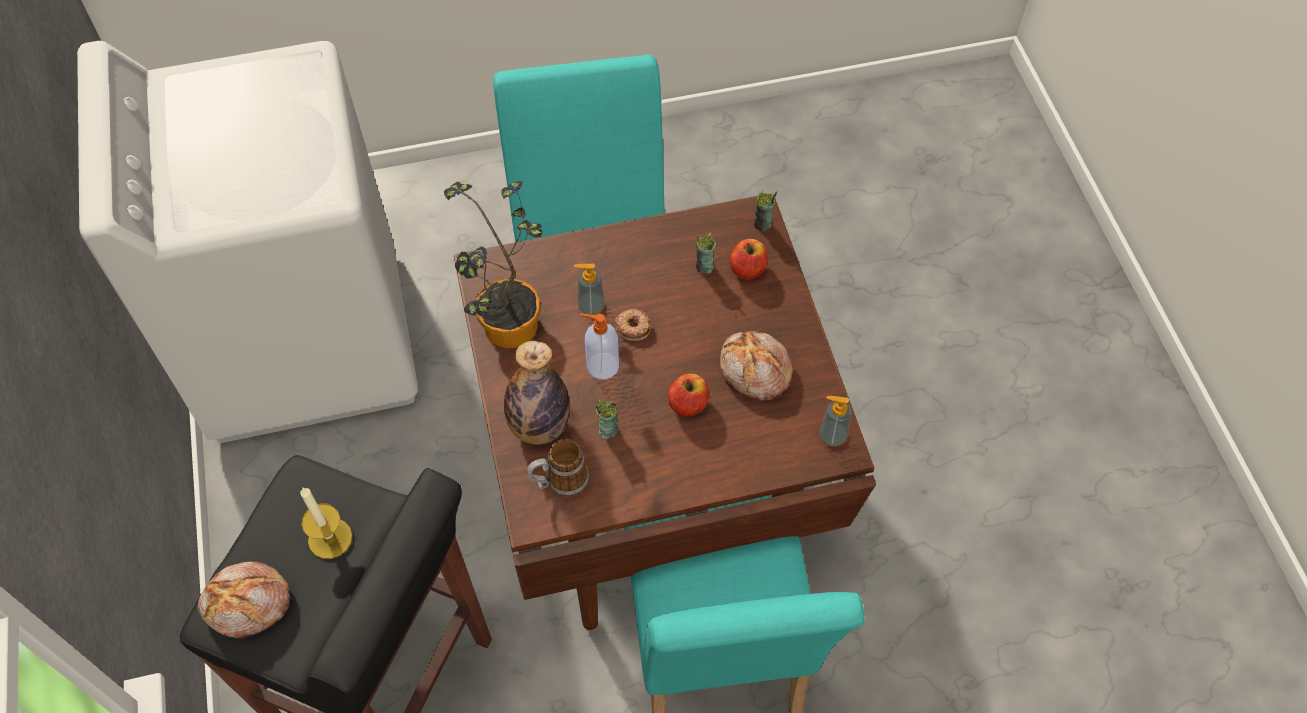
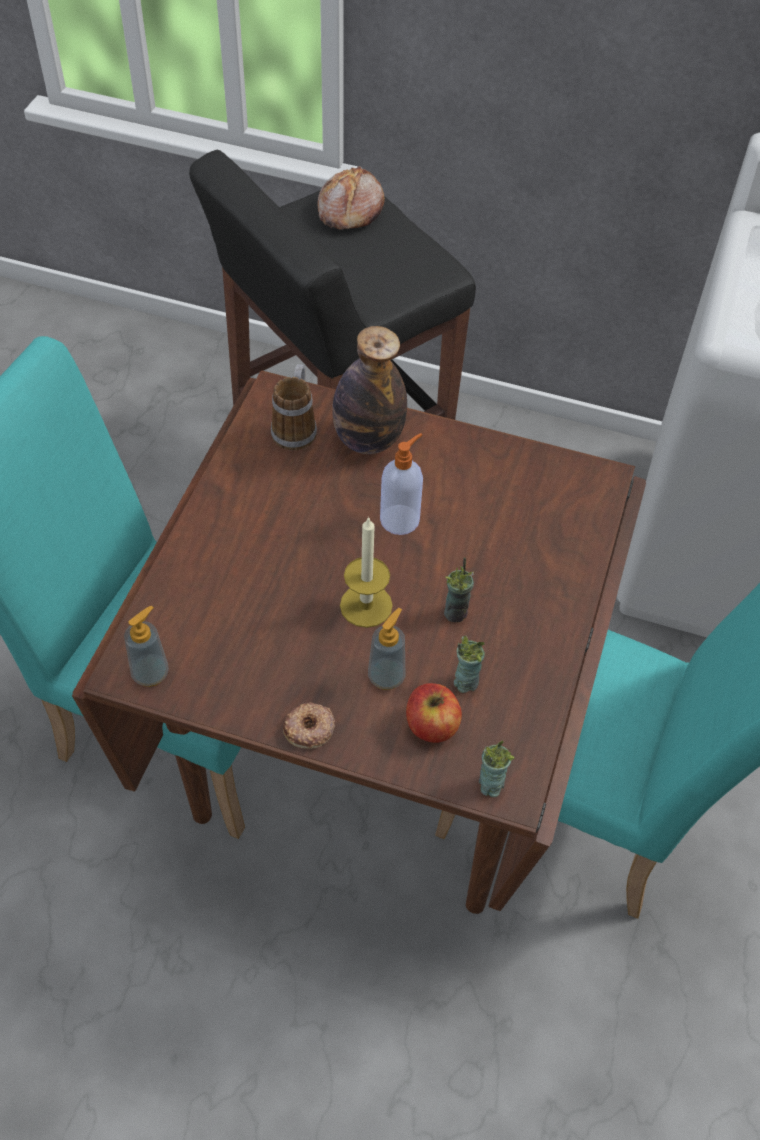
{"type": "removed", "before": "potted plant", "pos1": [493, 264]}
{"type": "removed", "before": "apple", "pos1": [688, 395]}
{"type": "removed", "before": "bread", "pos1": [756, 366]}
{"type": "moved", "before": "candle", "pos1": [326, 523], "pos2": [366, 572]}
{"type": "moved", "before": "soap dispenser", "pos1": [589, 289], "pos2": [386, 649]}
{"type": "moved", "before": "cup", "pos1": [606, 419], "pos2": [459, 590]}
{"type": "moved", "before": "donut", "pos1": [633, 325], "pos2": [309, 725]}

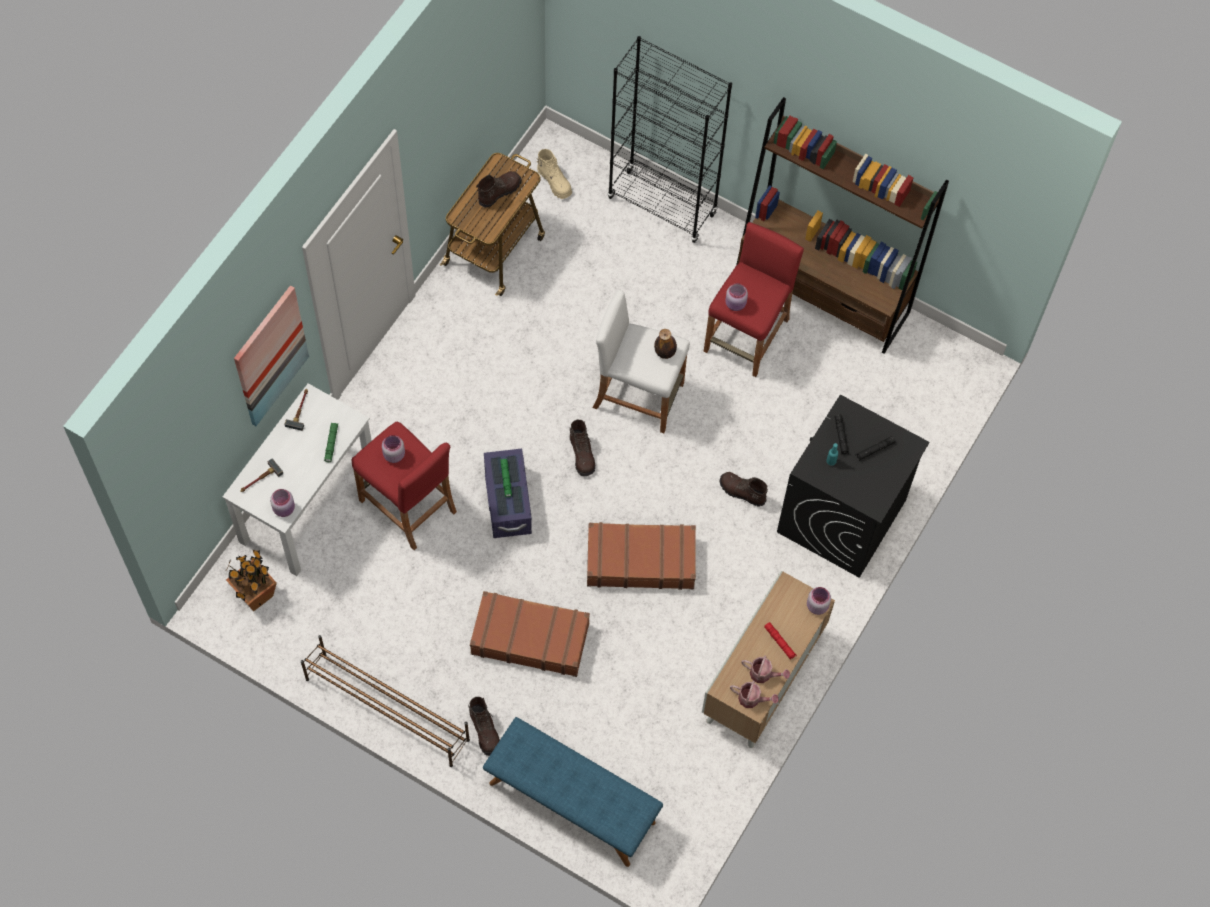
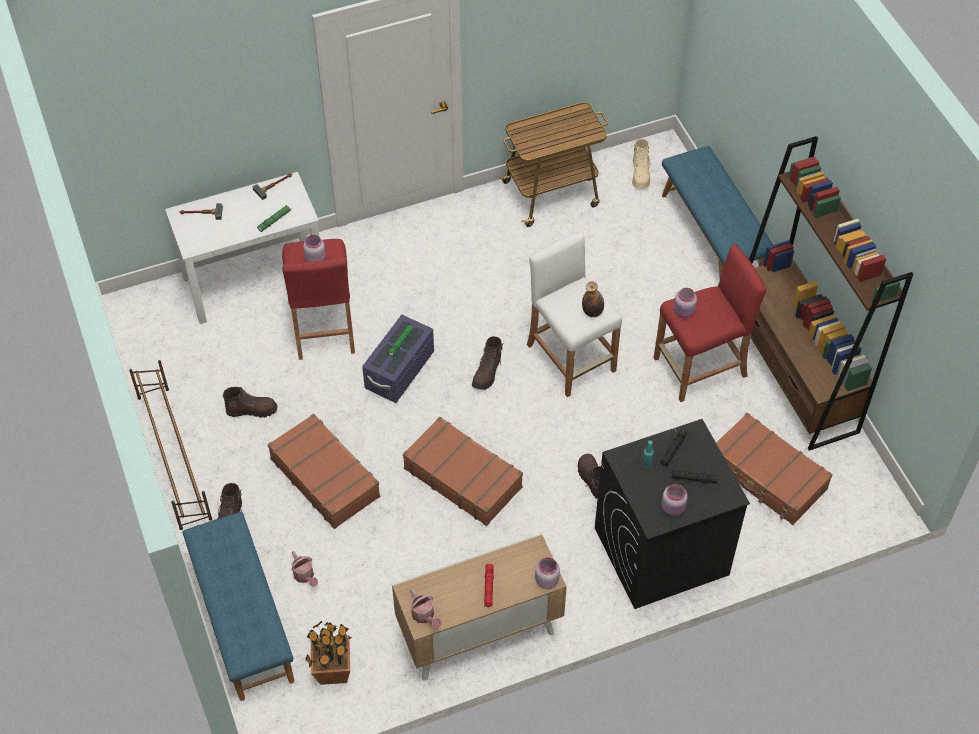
{"type": "removed", "before": "picture", "pos1": [271, 355]}
{"type": "added", "after": "brown suitcase", "pos2": [774, 469]}
{"type": "moved", "before": "potted plant", "pos1": [251, 580], "pos2": [328, 653]}
{"type": "moved", "before": "pink jar", "pos1": [282, 503], "pos2": [675, 500]}
{"type": "moved", "before": "brown boot", "pos1": [499, 189], "pos2": [250, 402]}
{"type": "moved", "before": "watering can", "pos1": [766, 669], "pos2": [304, 569]}
{"type": "replaced", "before": "black bookcase", "after": "blue bench", "pos1": [670, 139], "pos2": [717, 212]}

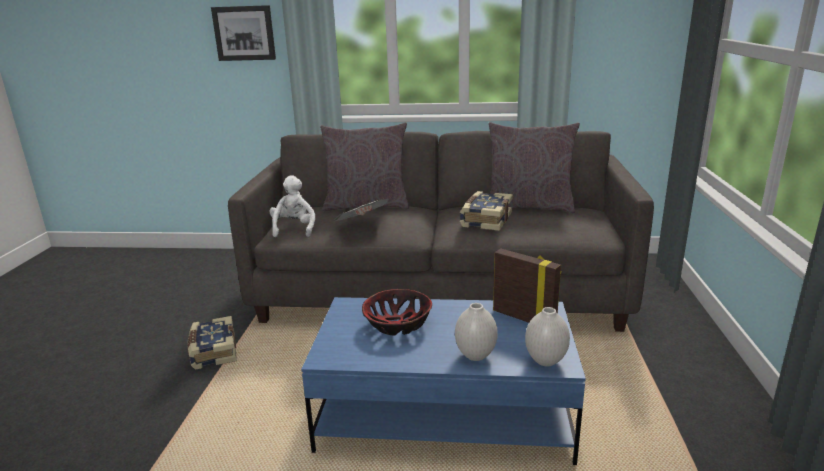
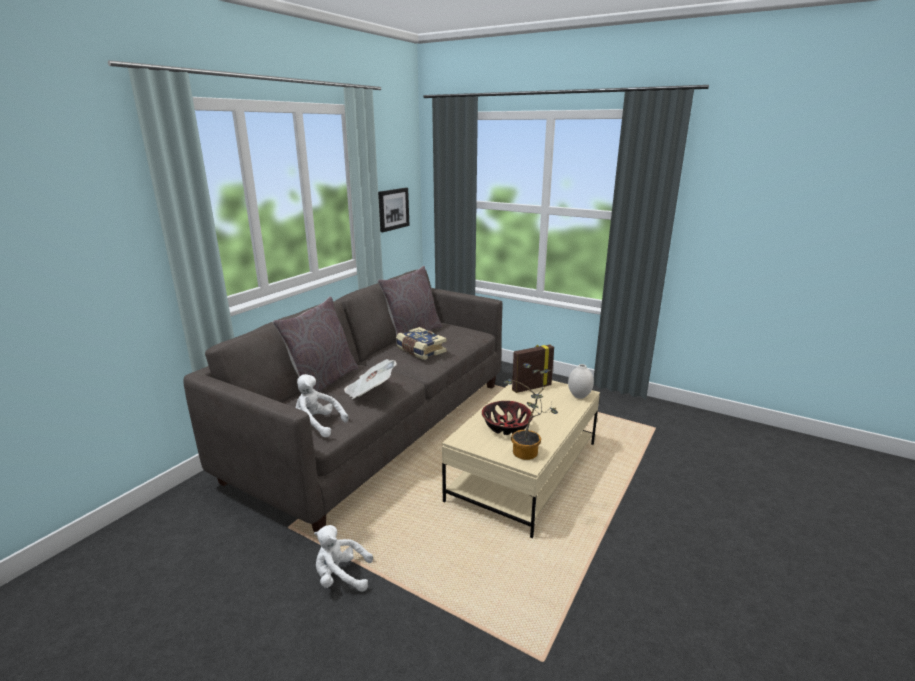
{"type": "removed", "before": "white vase", "pos1": [476, 332]}
{"type": "added", "after": "potted plant", "pos2": [531, 411]}
{"type": "moved", "before": "picture", "pos1": [243, 33], "pos2": [393, 210]}
{"type": "replaced", "before": "book", "after": "white plush toy", "pos1": [212, 343], "pos2": [343, 558]}
{"type": "recoloured", "before": "blue coffee table", "after": "beige coffee table", "pos1": [443, 381], "pos2": [521, 459]}

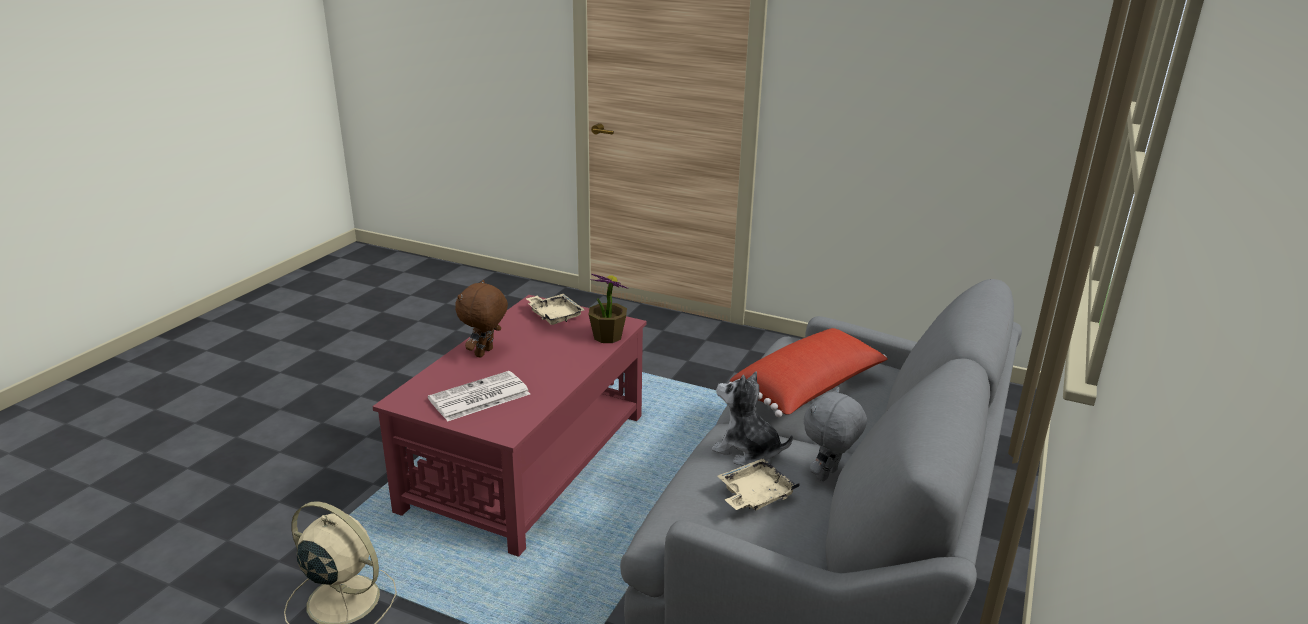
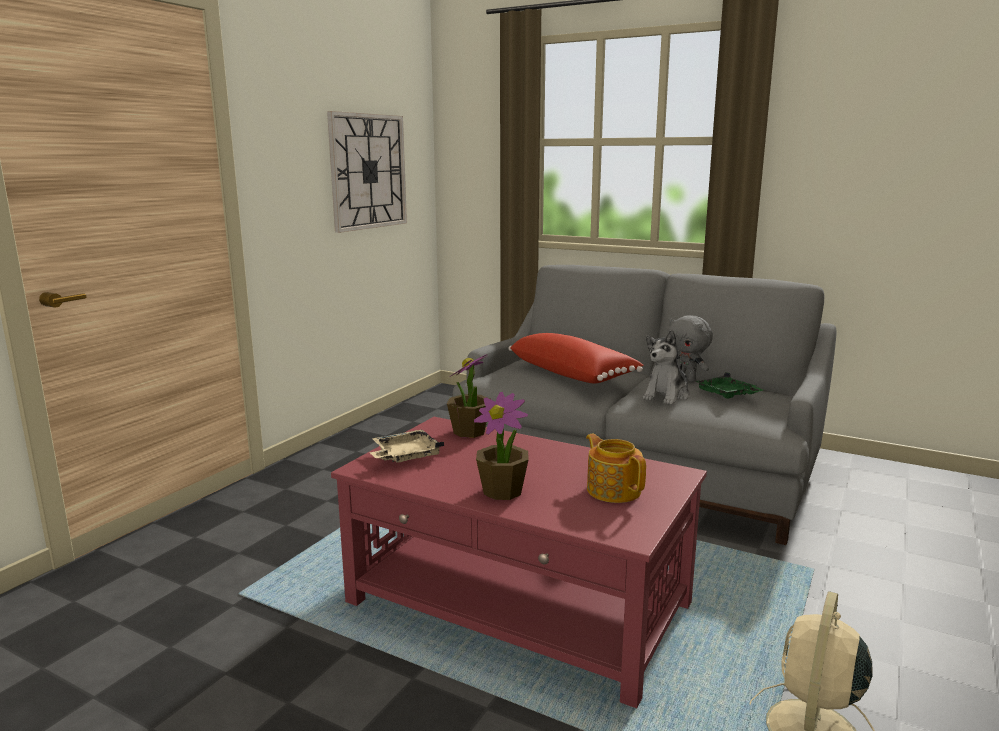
{"type": "added", "after": "wall clock", "pos2": [367, 172]}
{"type": "replaced", "before": "newspaper", "after": "teapot", "pos1": [479, 396], "pos2": [616, 468]}
{"type": "replaced", "before": "brown plush toy", "after": "potted plant", "pos1": [481, 319], "pos2": [501, 446]}
{"type": "recoloured", "before": "beige tray", "after": "green tray", "pos1": [759, 485], "pos2": [729, 385]}

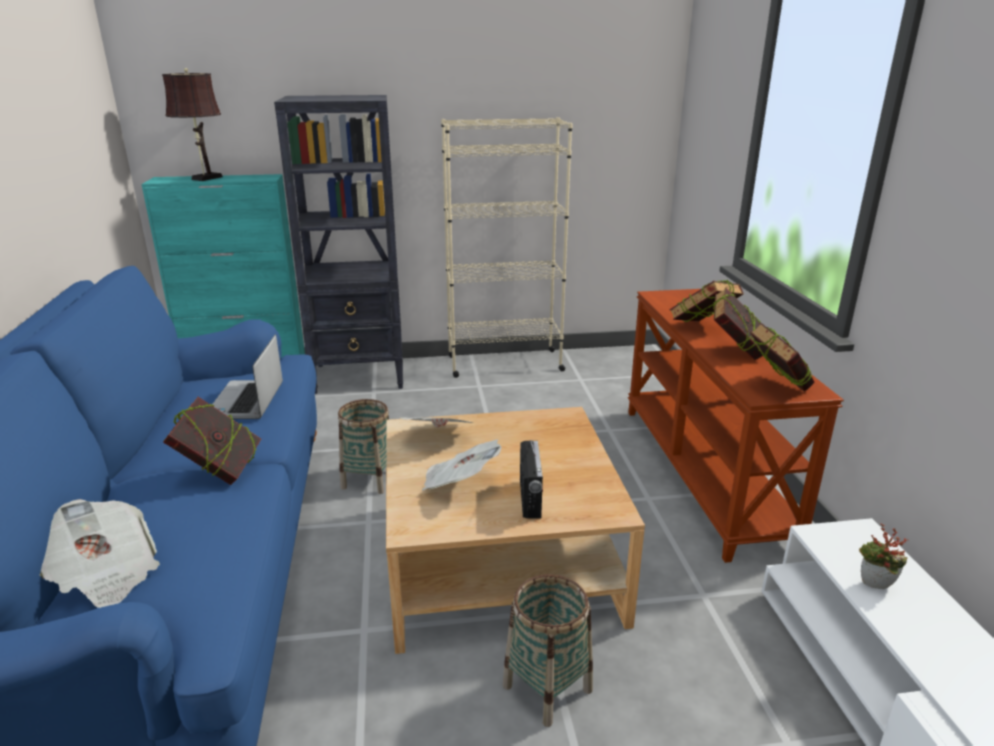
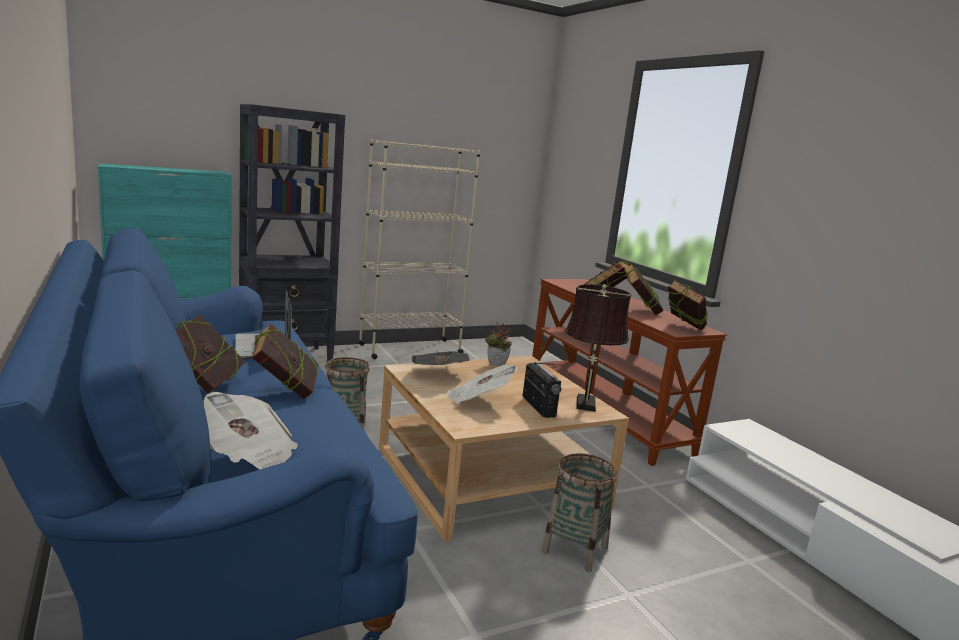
{"type": "added", "after": "book", "pos2": [210, 354]}
{"type": "moved", "before": "brown table lamp", "pos1": [192, 124], "pos2": [598, 348]}
{"type": "moved", "before": "potted plant", "pos1": [884, 556], "pos2": [498, 344]}

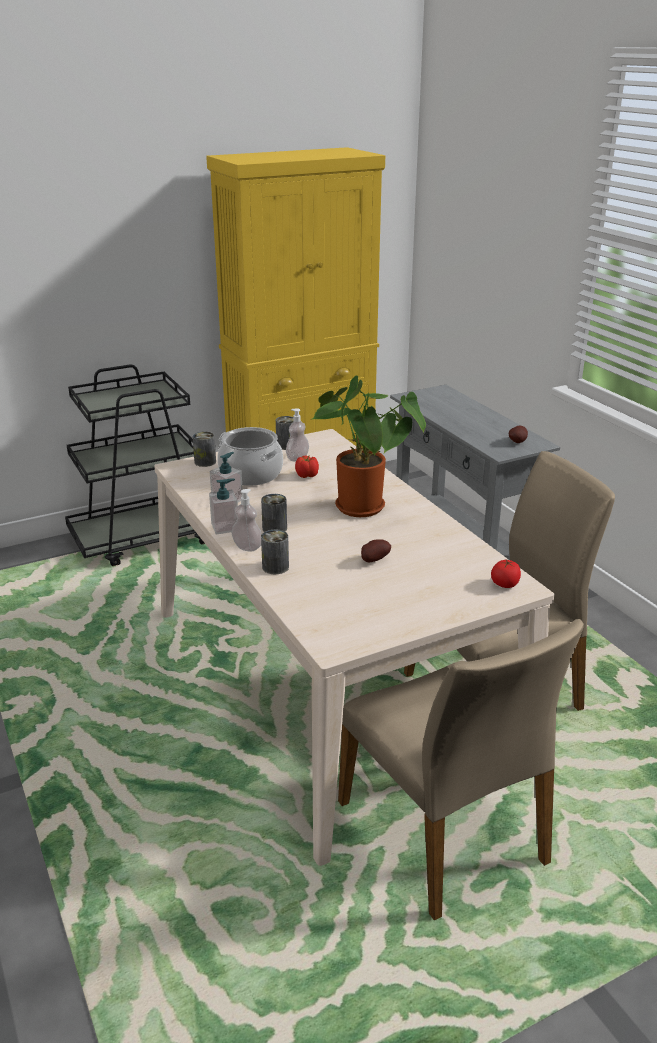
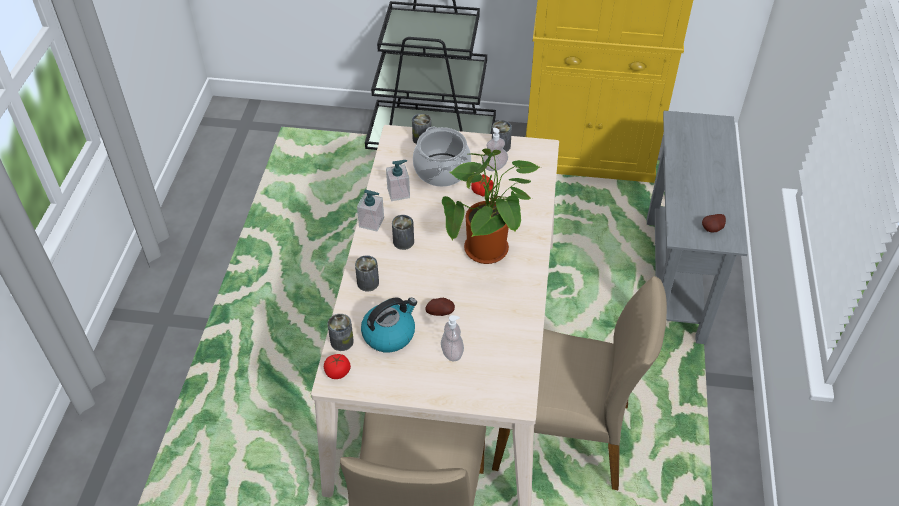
{"type": "added", "after": "can", "pos2": [341, 332]}
{"type": "added", "after": "kettle", "pos2": [389, 325]}
{"type": "moved", "before": "soap dispenser", "pos1": [247, 520], "pos2": [452, 338]}
{"type": "moved", "before": "tomato", "pos1": [506, 574], "pos2": [337, 366]}

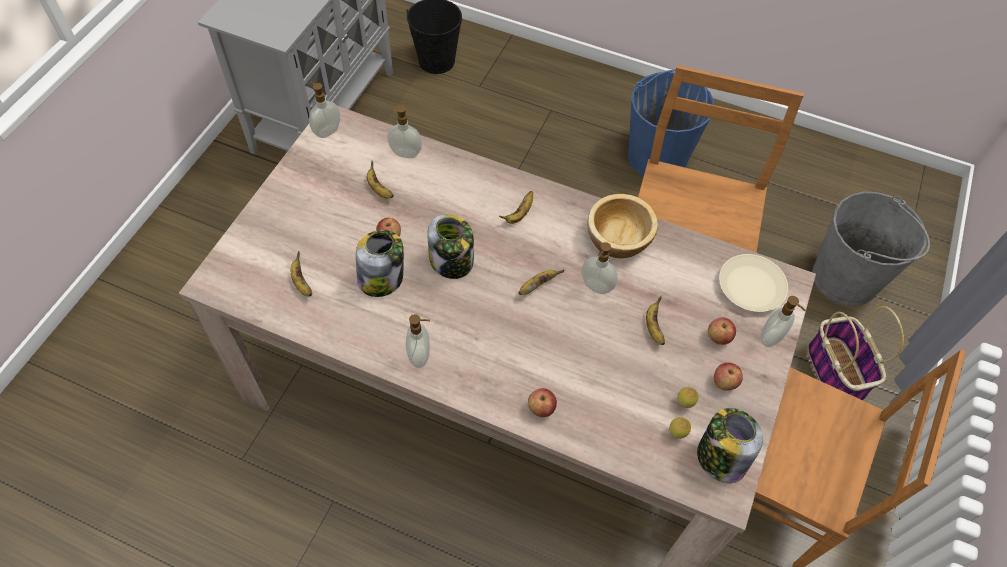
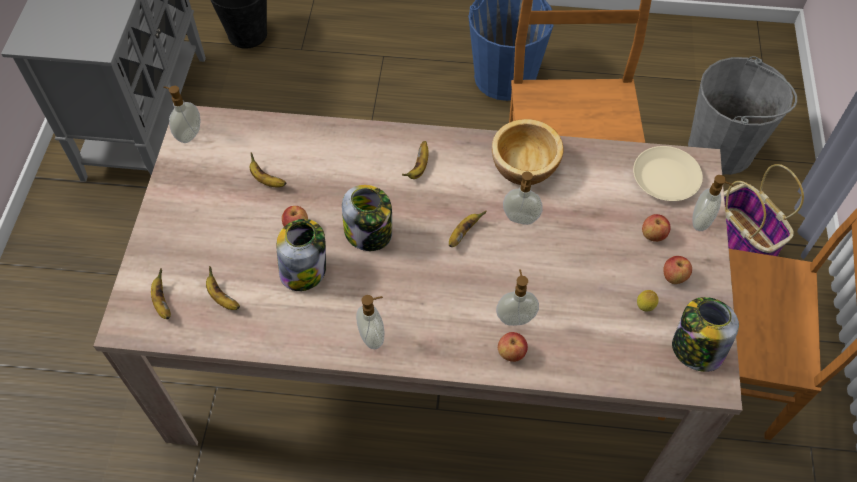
{"type": "removed", "before": "lemon", "pos1": [680, 428]}
{"type": "moved", "before": "soap dispenser", "pos1": [404, 130], "pos2": [517, 297]}
{"type": "moved", "before": "banana", "pos1": [655, 320], "pos2": [161, 293]}

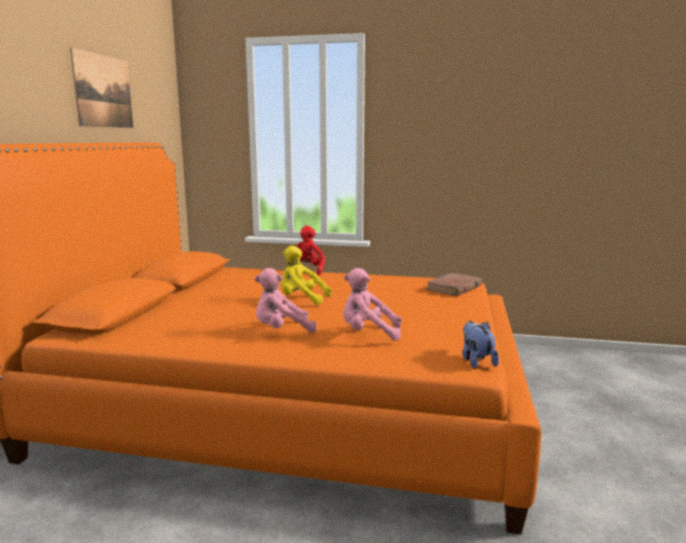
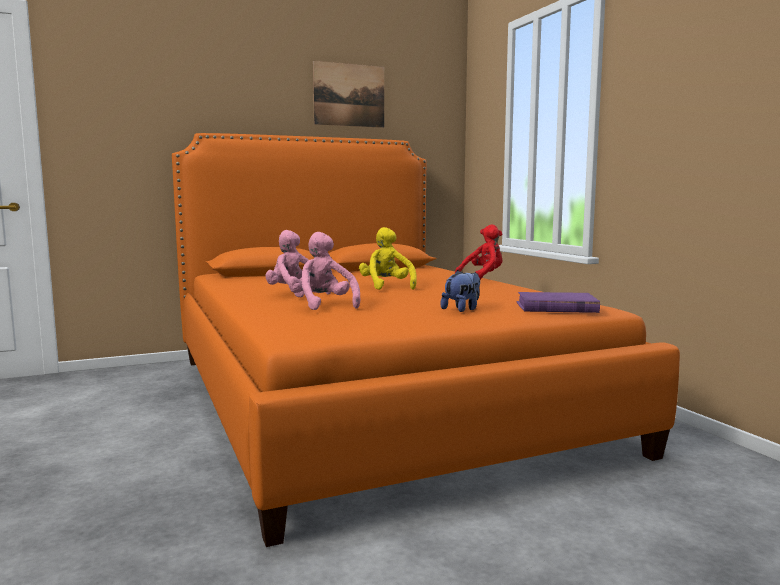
{"type": "moved", "before": "plush toy", "pos1": [481, 345], "pos2": [460, 291]}
{"type": "recoloured", "before": "brown book", "after": "purple book", "pos1": [453, 284], "pos2": [558, 302]}

